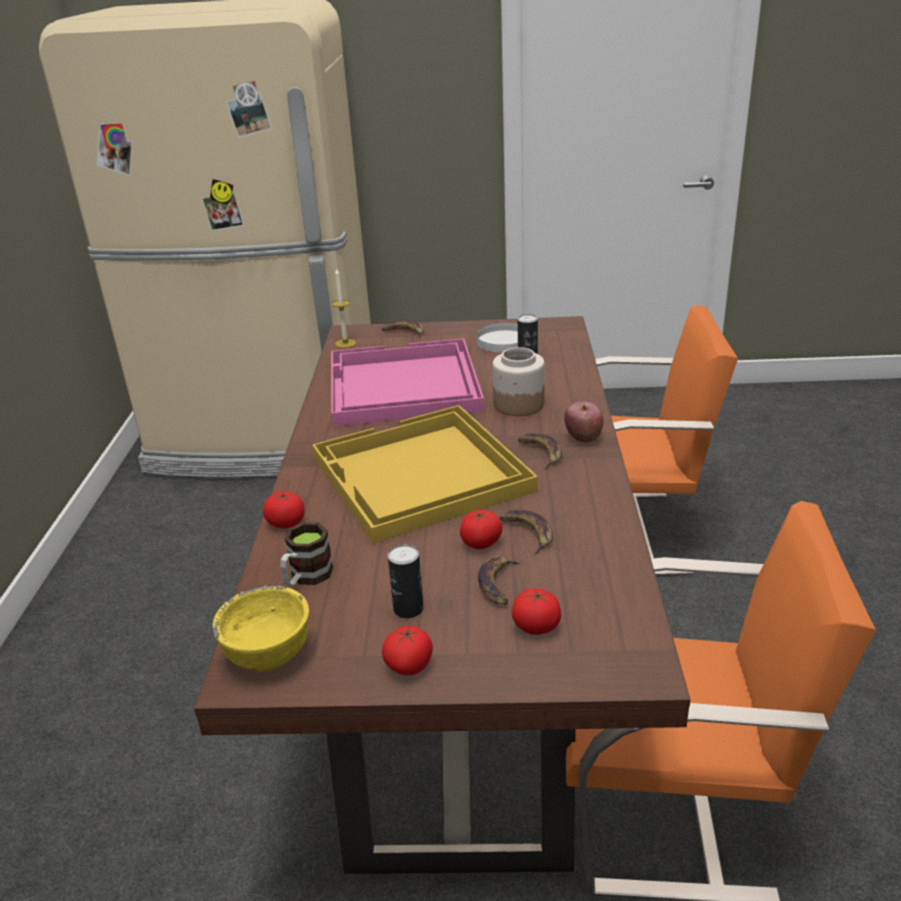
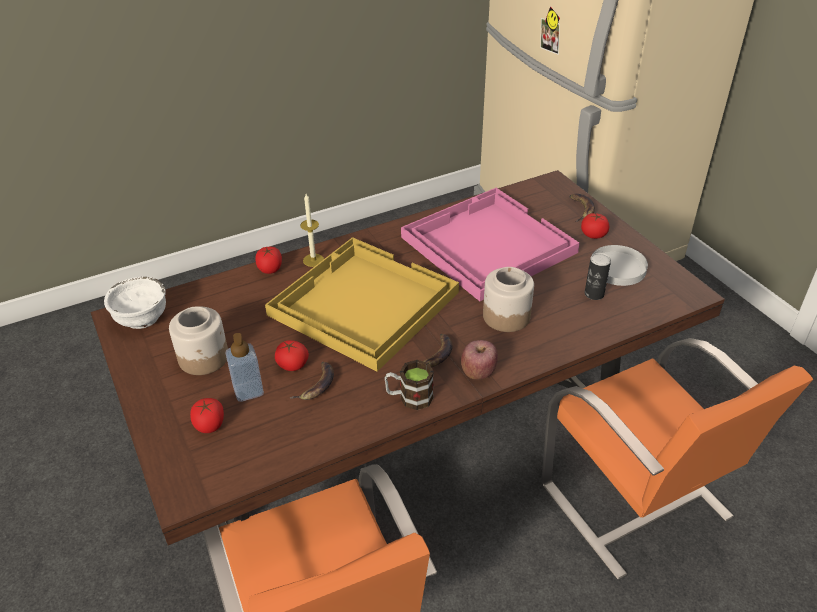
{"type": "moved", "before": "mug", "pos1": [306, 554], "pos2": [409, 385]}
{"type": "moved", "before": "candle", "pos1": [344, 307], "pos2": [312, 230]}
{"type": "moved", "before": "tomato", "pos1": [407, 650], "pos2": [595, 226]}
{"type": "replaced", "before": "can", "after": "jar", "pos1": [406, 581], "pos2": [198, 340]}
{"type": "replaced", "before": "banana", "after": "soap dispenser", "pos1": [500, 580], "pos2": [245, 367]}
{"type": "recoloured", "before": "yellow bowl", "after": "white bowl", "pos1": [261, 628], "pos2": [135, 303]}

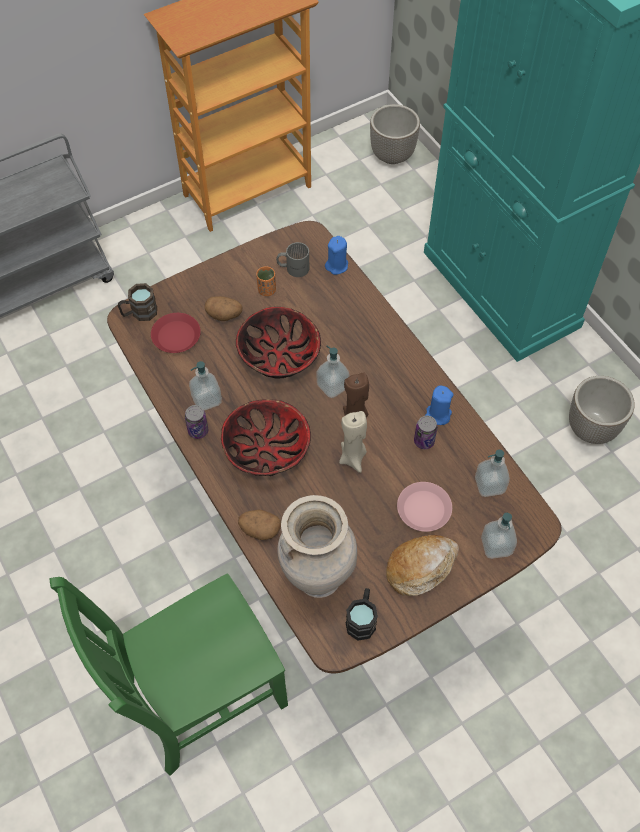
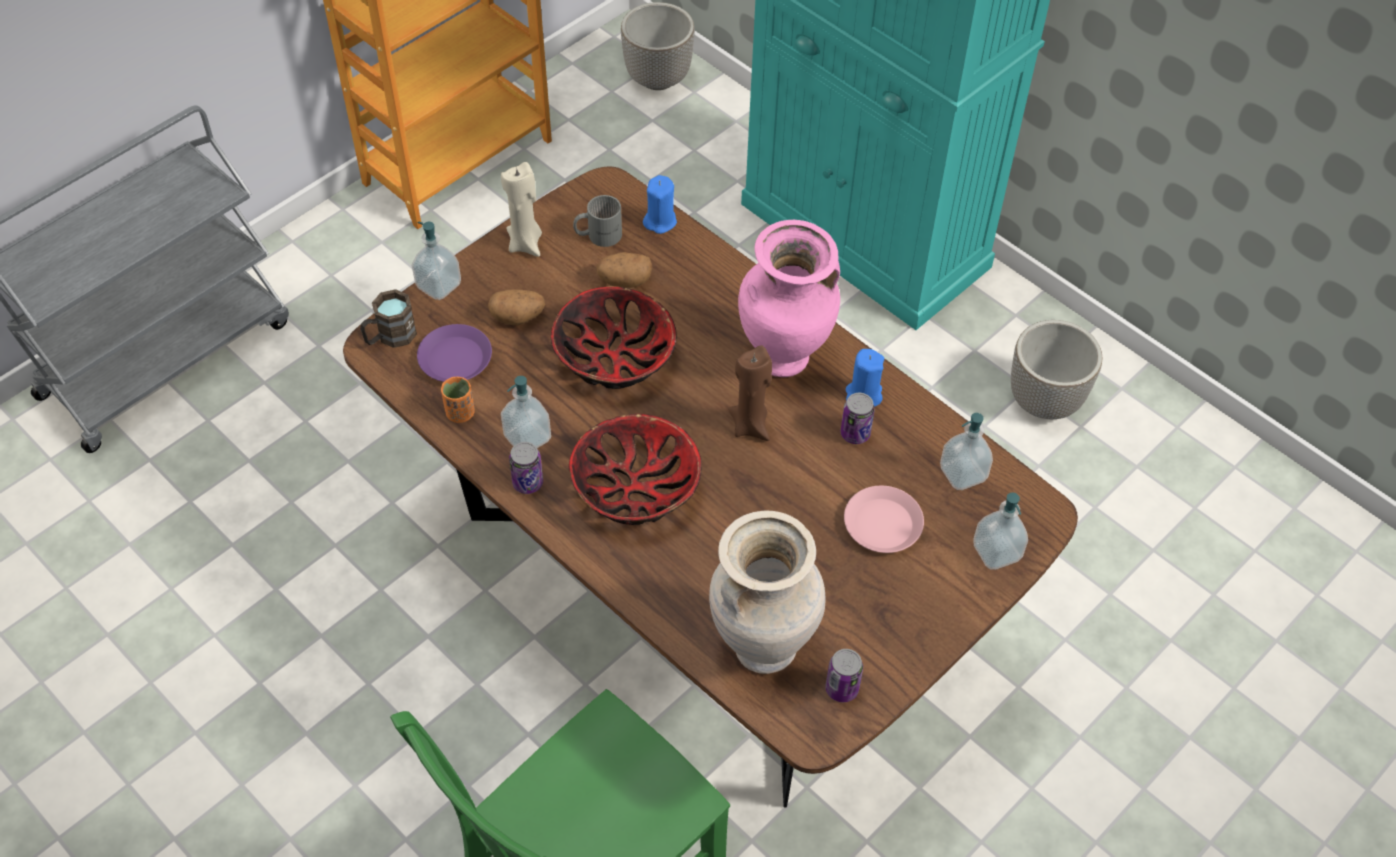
{"type": "removed", "before": "bread", "pos1": [422, 565]}
{"type": "added", "after": "pink vase", "pos2": [789, 298]}
{"type": "moved", "before": "potato", "pos1": [259, 524], "pos2": [624, 270]}
{"type": "moved", "before": "orange cup", "pos1": [266, 281], "pos2": [458, 400]}
{"type": "moved", "before": "soap dispenser", "pos1": [333, 372], "pos2": [436, 261]}
{"type": "moved", "before": "beige candle", "pos1": [353, 442], "pos2": [521, 209]}
{"type": "replaced", "before": "black mug", "after": "can", "pos1": [361, 614], "pos2": [844, 675]}
{"type": "recoloured", "before": "red plate", "after": "purple plate", "pos1": [176, 333], "pos2": [454, 353]}

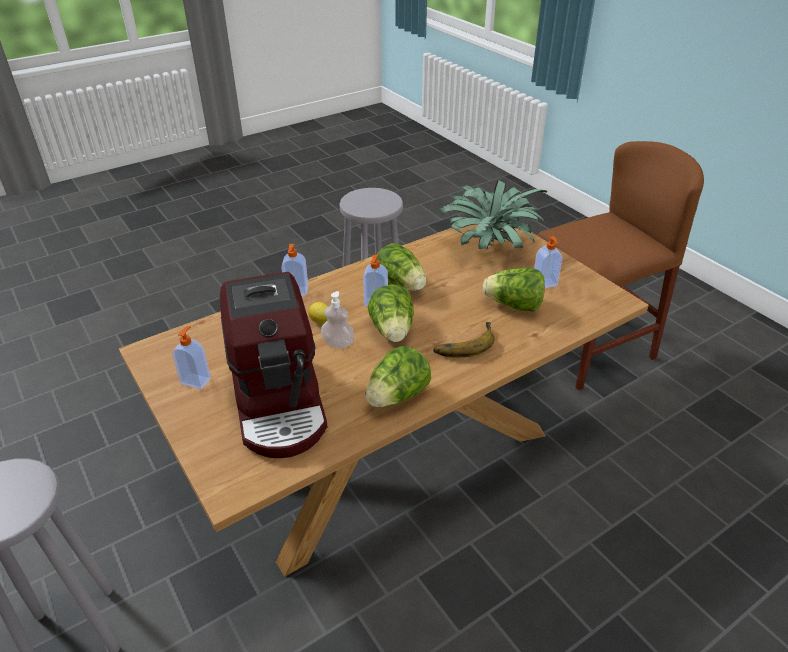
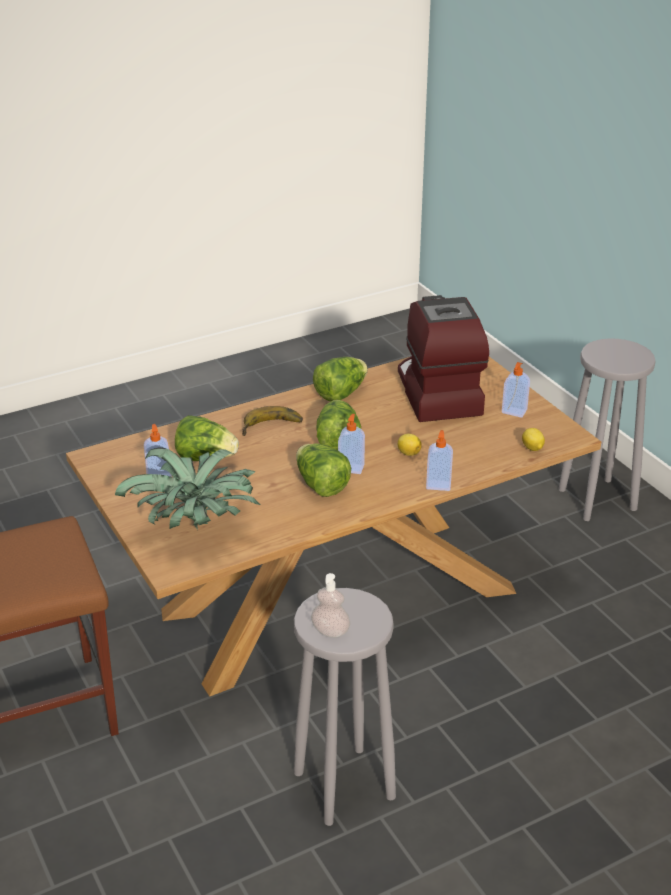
{"type": "added", "after": "lemon", "pos2": [533, 439]}
{"type": "moved", "before": "soap dispenser", "pos1": [338, 319], "pos2": [331, 605]}

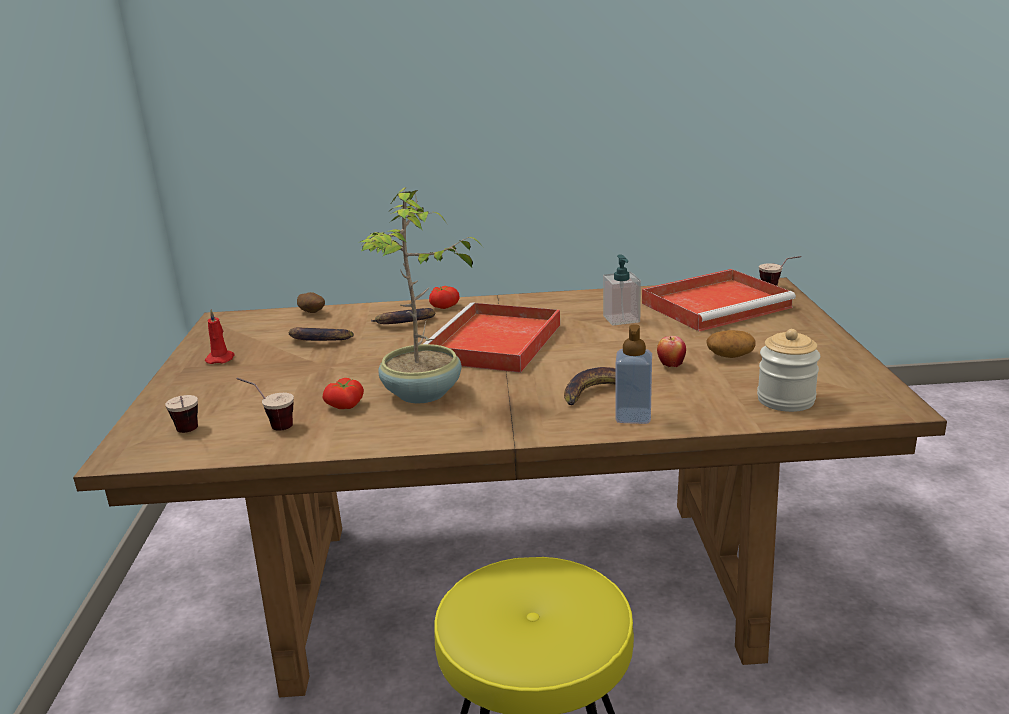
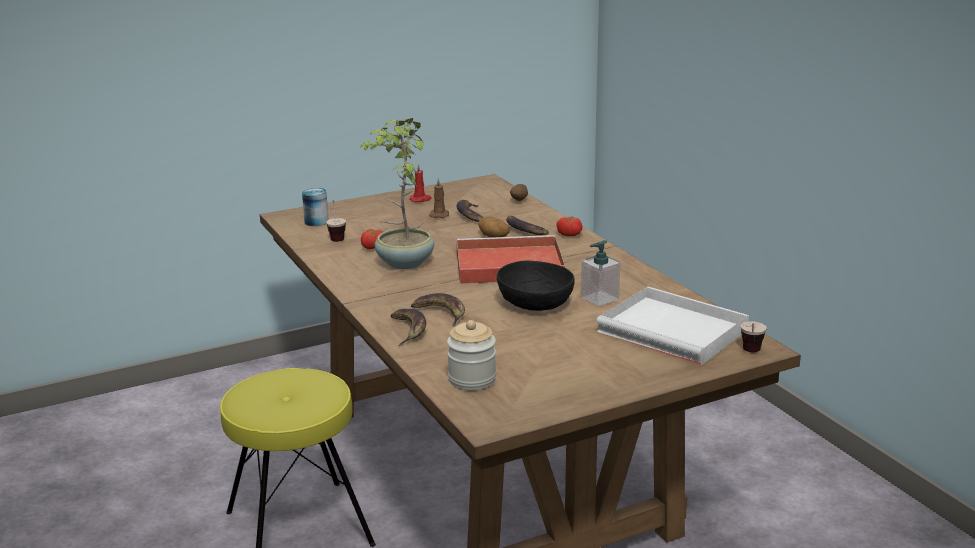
{"type": "removed", "before": "apple", "pos1": [671, 351]}
{"type": "added", "after": "brown candle", "pos2": [439, 198]}
{"type": "added", "after": "black bowl", "pos2": [536, 286]}
{"type": "moved", "before": "potato", "pos1": [731, 344], "pos2": [494, 227]}
{"type": "replaced", "before": "cup", "after": "can", "pos1": [181, 414], "pos2": [315, 207]}
{"type": "replaced", "before": "soap dispenser", "after": "banana", "pos1": [633, 374], "pos2": [408, 327]}
{"type": "recoloured", "before": "red tray", "after": "white tray", "pos1": [719, 300], "pos2": [672, 325]}

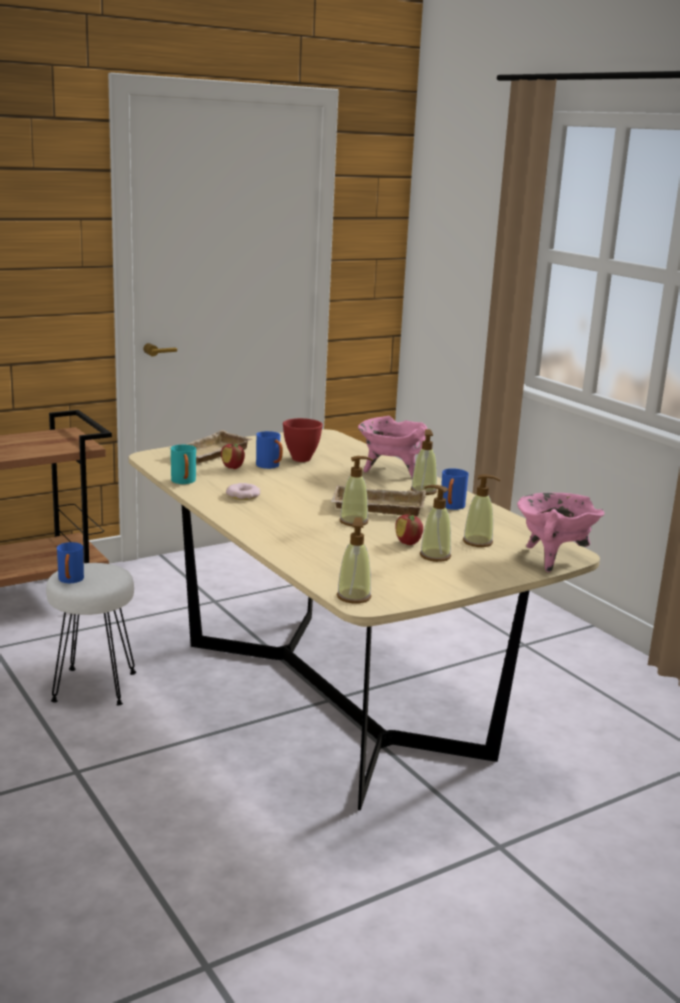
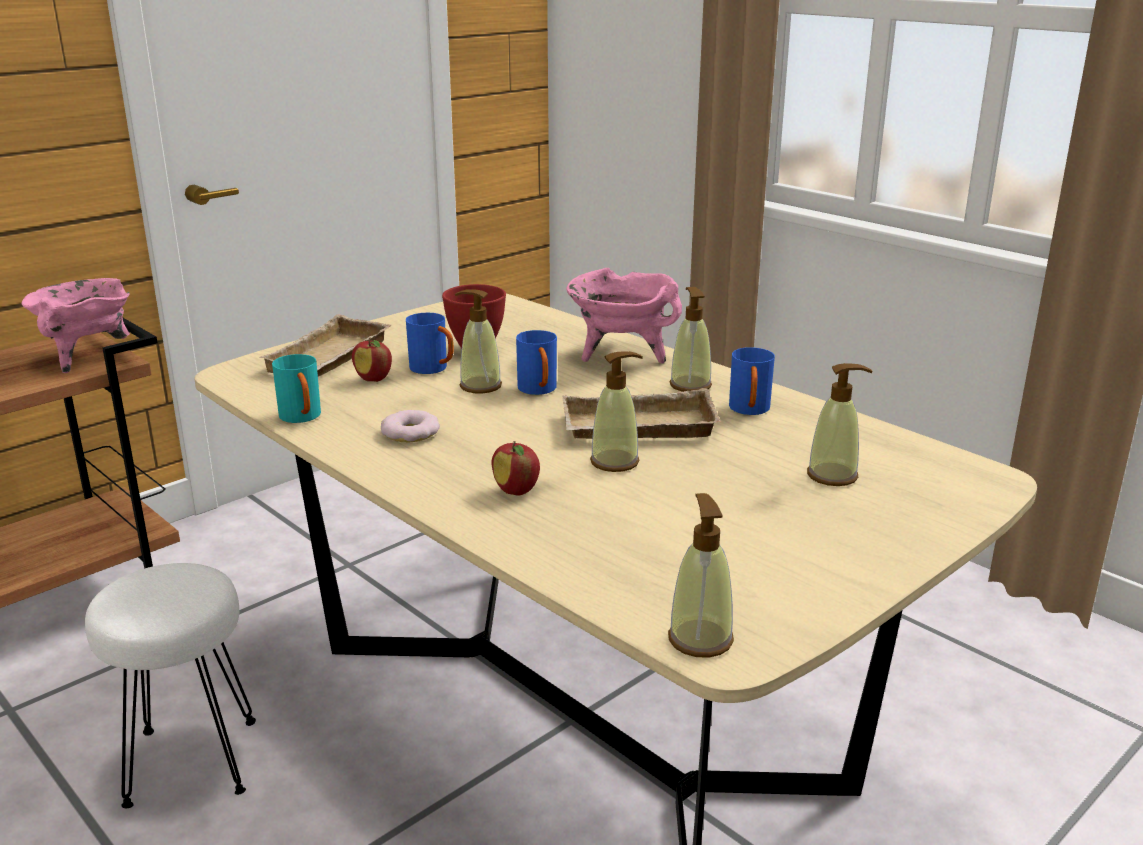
{"type": "moved", "before": "blue mug", "pos1": [70, 562], "pos2": [536, 362]}
{"type": "moved", "before": "apple", "pos1": [409, 529], "pos2": [515, 468]}
{"type": "moved", "before": "soap dispenser", "pos1": [435, 523], "pos2": [478, 341]}
{"type": "moved", "before": "pink cooking pot", "pos1": [561, 532], "pos2": [75, 325]}

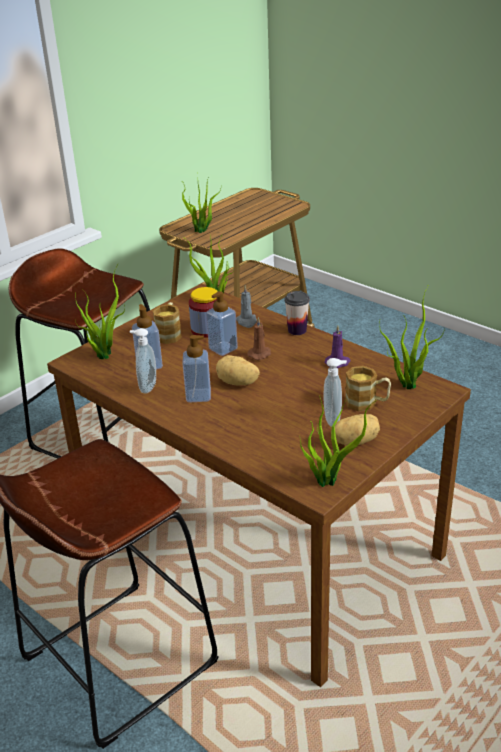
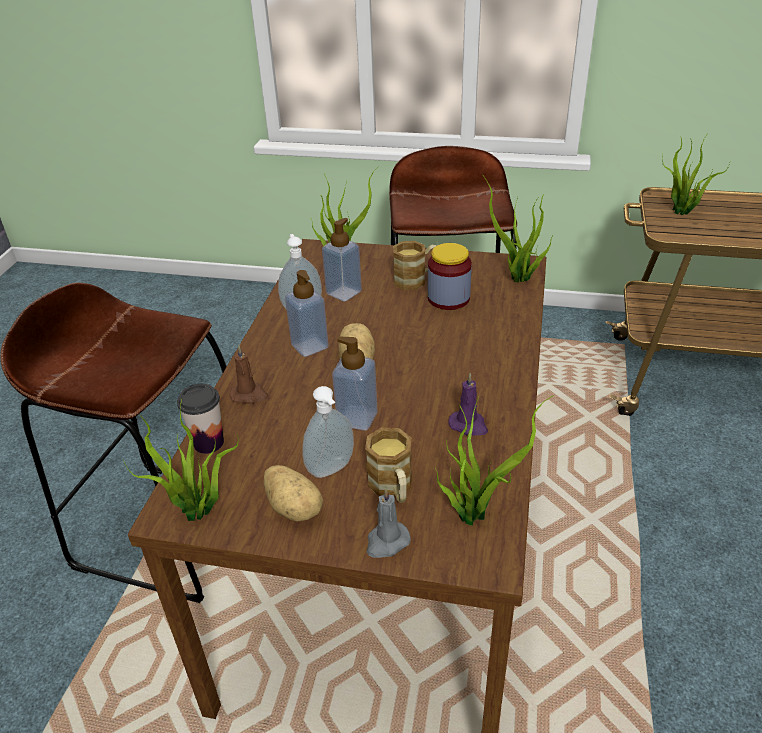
{"type": "moved", "before": "soap dispenser", "pos1": [222, 323], "pos2": [355, 383]}
{"type": "moved", "before": "grey candle", "pos1": [246, 306], "pos2": [389, 522]}
{"type": "moved", "before": "brown candle", "pos1": [259, 338], "pos2": [249, 374]}
{"type": "moved", "before": "cup", "pos1": [297, 313], "pos2": [200, 419]}

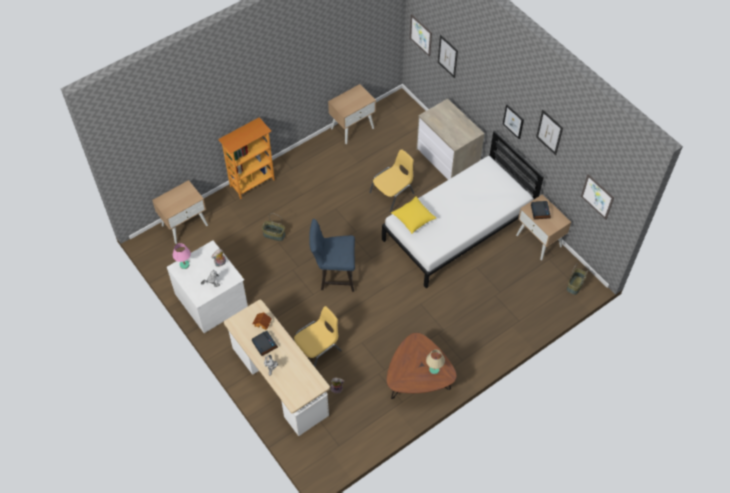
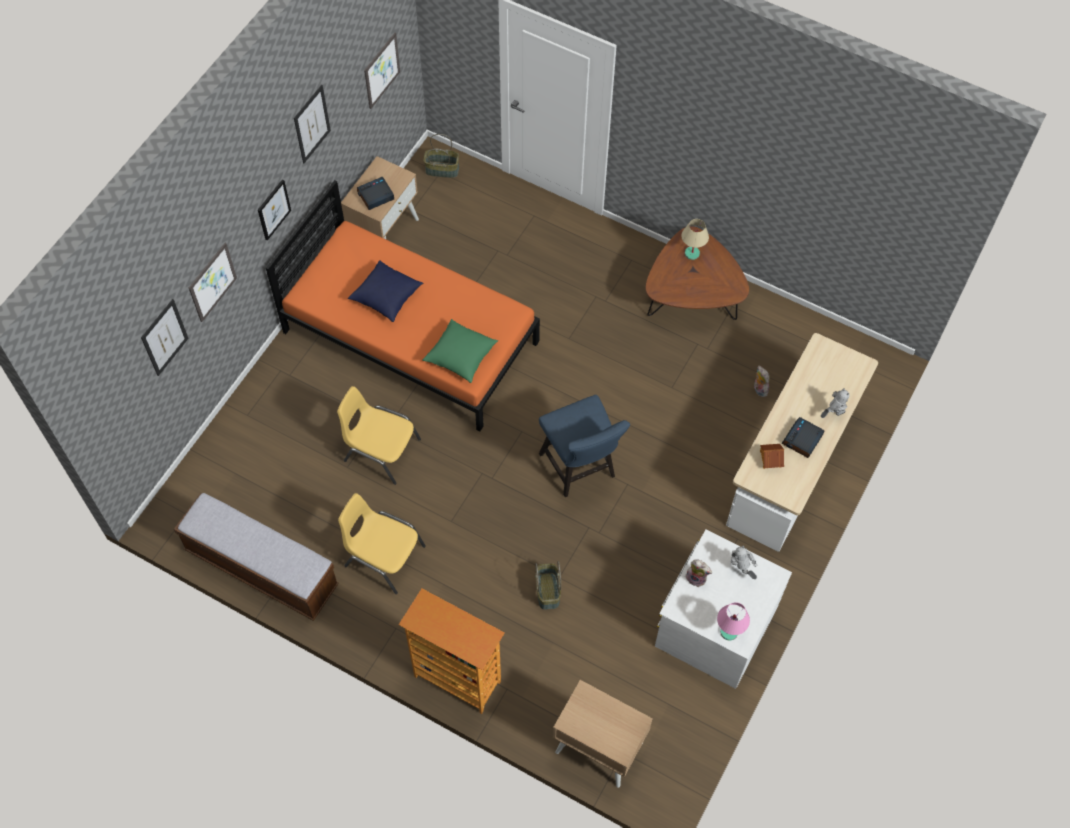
{"type": "removed", "before": "dresser", "pos1": [450, 139]}
{"type": "added", "after": "blue pillow", "pos2": [385, 291]}
{"type": "moved", "before": "yellow chair", "pos1": [318, 336], "pos2": [382, 543]}
{"type": "moved", "before": "picture", "pos1": [421, 35], "pos2": [213, 282]}
{"type": "replaced", "before": "beige nightstand", "after": "bench", "pos1": [352, 114], "pos2": [256, 557]}
{"type": "recoloured", "before": "white bed", "after": "orange bed", "pos1": [463, 210], "pos2": [403, 306]}
{"type": "recoloured", "before": "yellow pillow", "after": "green pillow", "pos1": [413, 215], "pos2": [460, 351]}

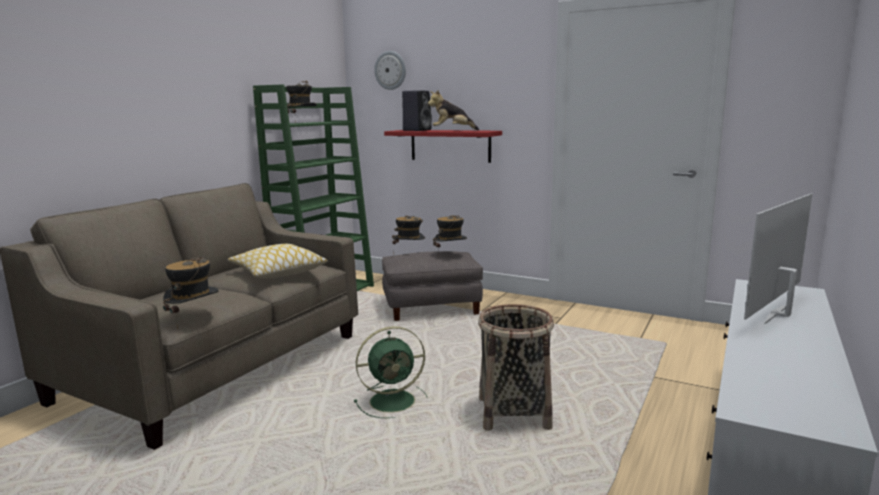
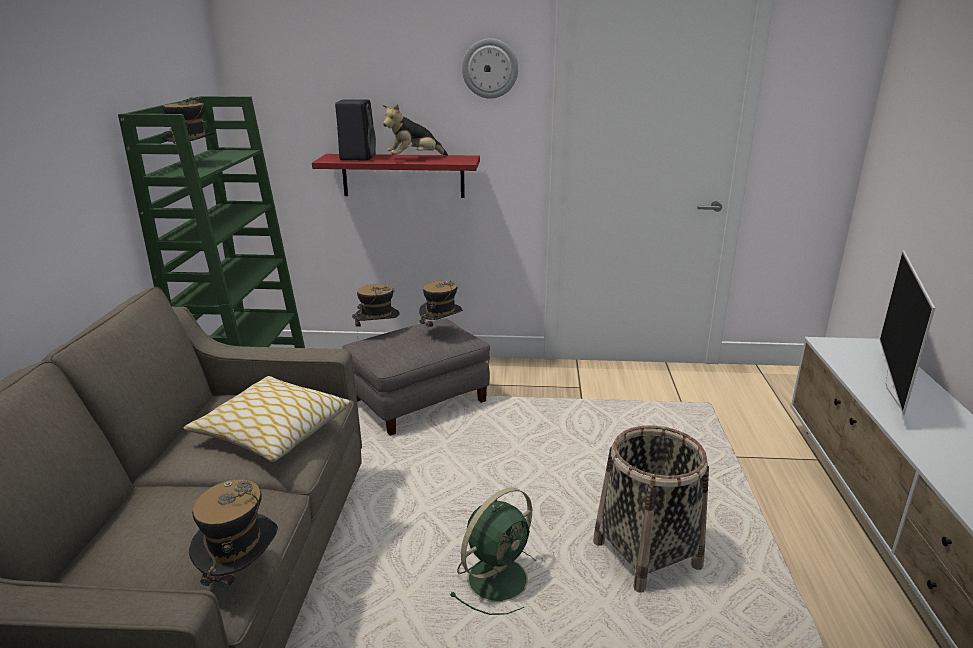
{"type": "moved", "before": "wall clock", "pos1": [390, 70], "pos2": [490, 68]}

